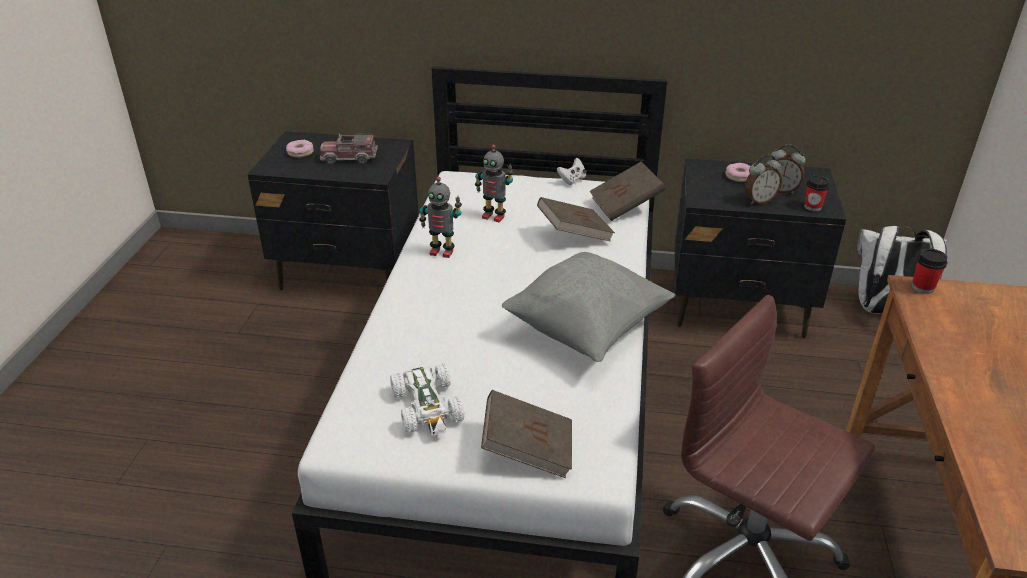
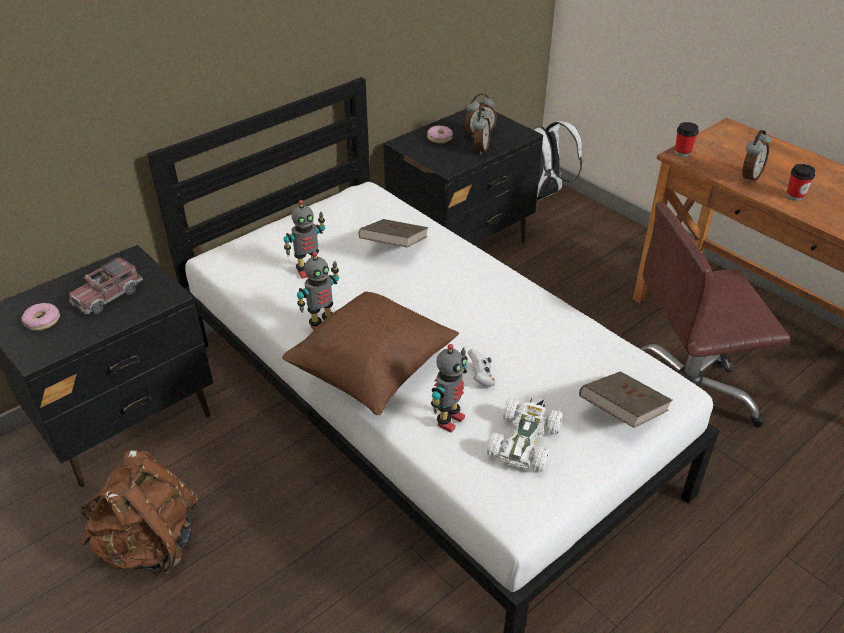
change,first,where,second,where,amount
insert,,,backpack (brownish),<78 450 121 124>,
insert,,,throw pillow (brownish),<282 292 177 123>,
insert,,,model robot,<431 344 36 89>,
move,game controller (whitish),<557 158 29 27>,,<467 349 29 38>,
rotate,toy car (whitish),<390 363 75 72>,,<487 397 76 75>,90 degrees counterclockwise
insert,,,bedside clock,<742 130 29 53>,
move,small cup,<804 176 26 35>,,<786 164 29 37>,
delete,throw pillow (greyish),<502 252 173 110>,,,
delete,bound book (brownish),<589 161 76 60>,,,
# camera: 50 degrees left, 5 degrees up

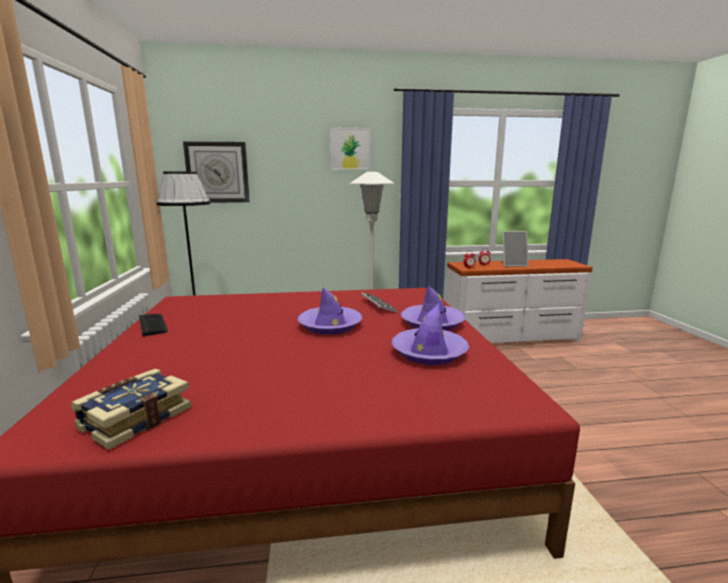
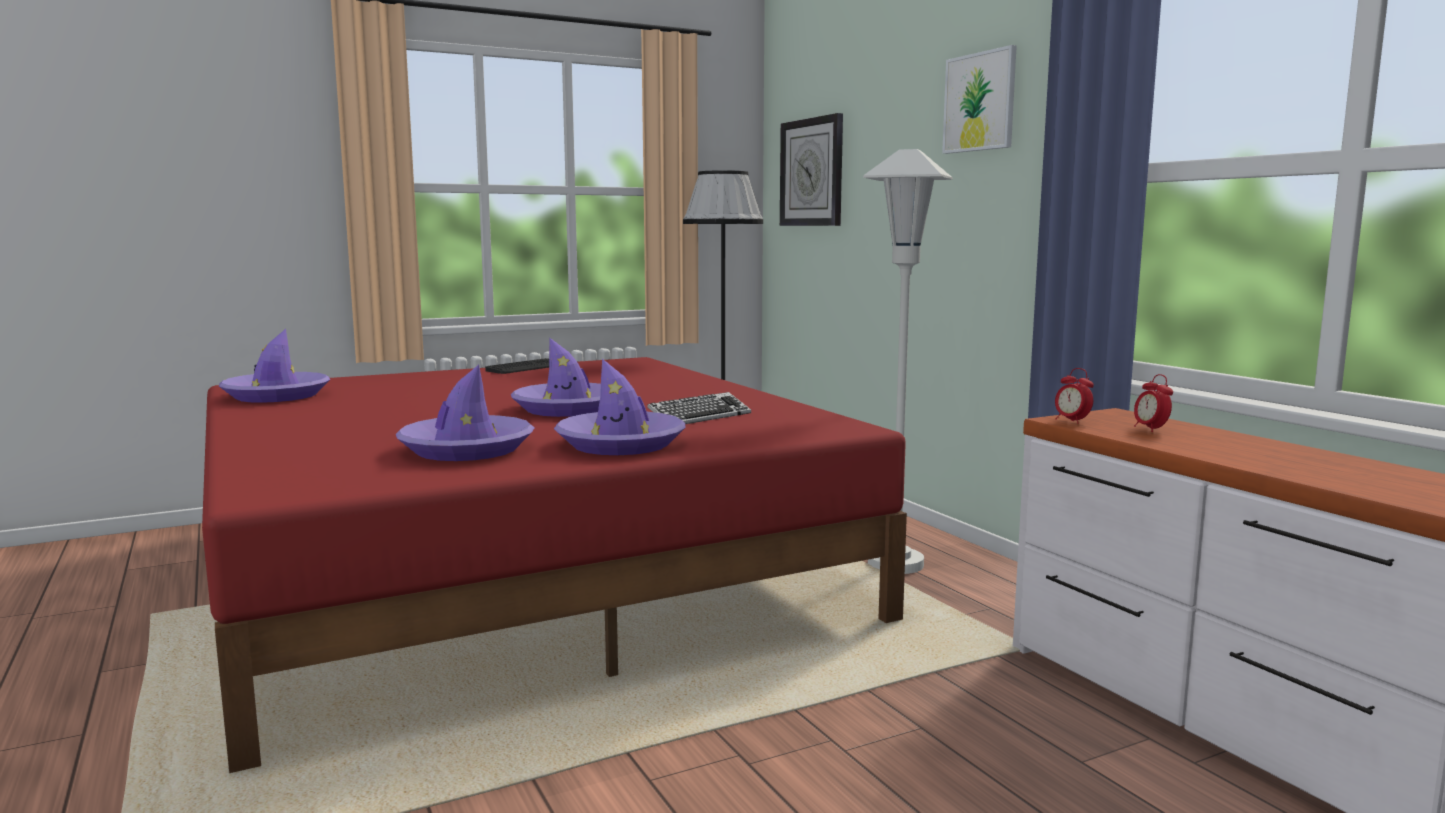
change,first,where,second,where,amount
replace,bound book,<71 369 120 81>,wearable hat (purple),<219 329 111 74>,
delete,photo frame,<503 231 25 36>,,,
# camera: 70 degrees right, 5 degrees down

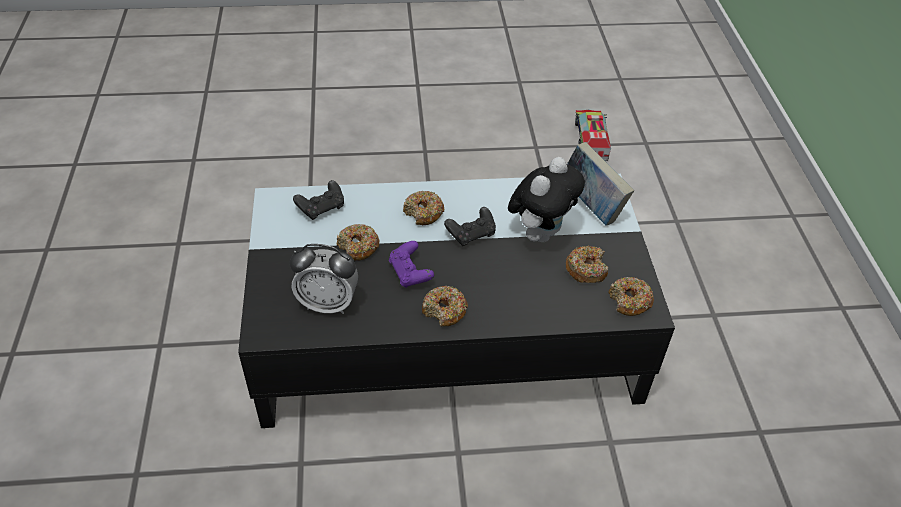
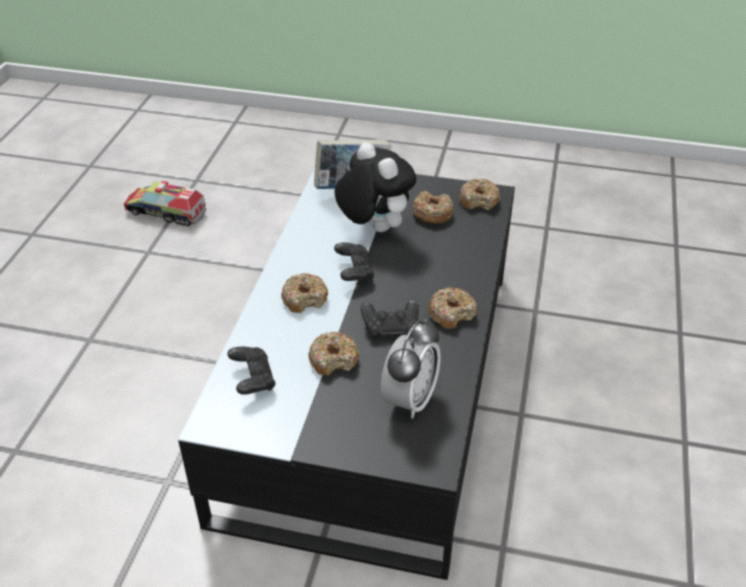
change,first,where,second,where,amount
recolor,game controller (purple),<389 241 45 47>,game controller (black),<361 300 58 36>,
# camera: 70 degrees left, 5 degrees down

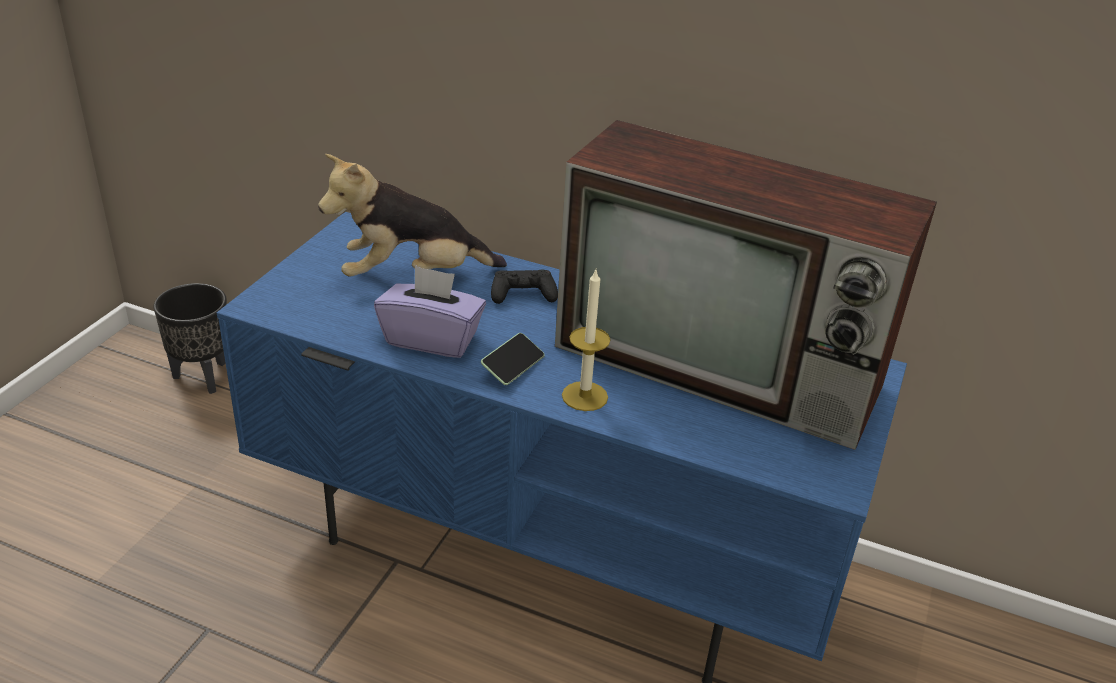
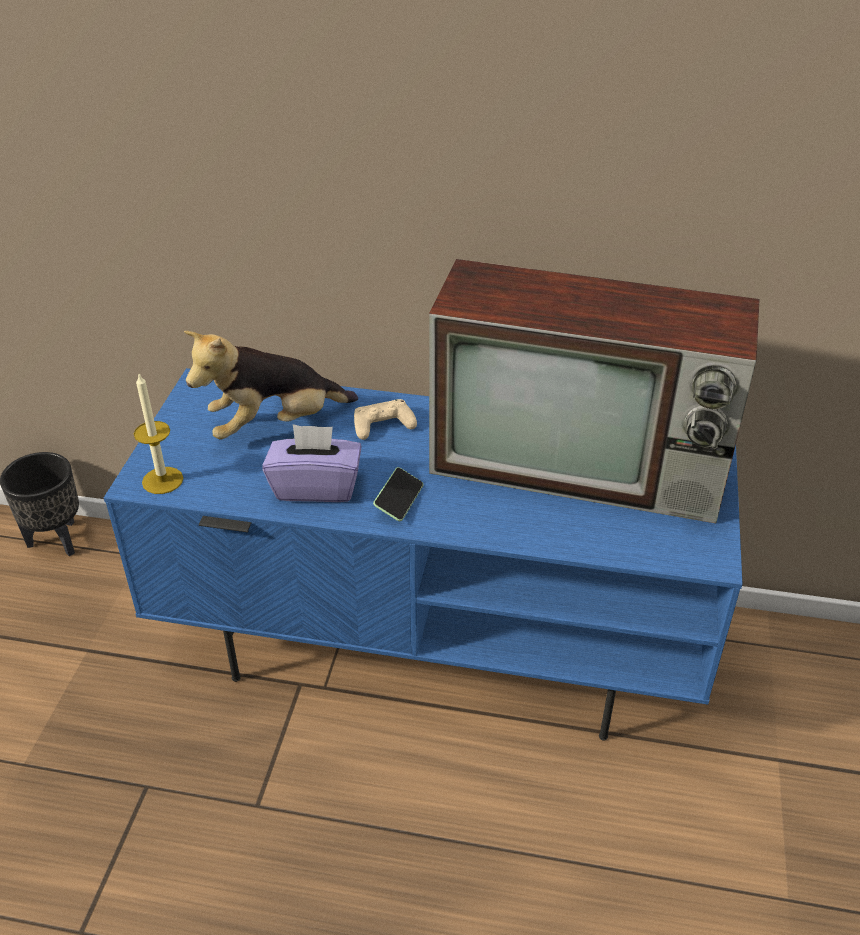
change,first,where,second,where,amount
move,wax candle,<562 270 48 141>,,<134 374 49 120>,
recolor,game controller (black),<491 270 67 34>,game controller (beige),<354 399 63 41>,
# camera: 10 degrees left, 5 degrees up

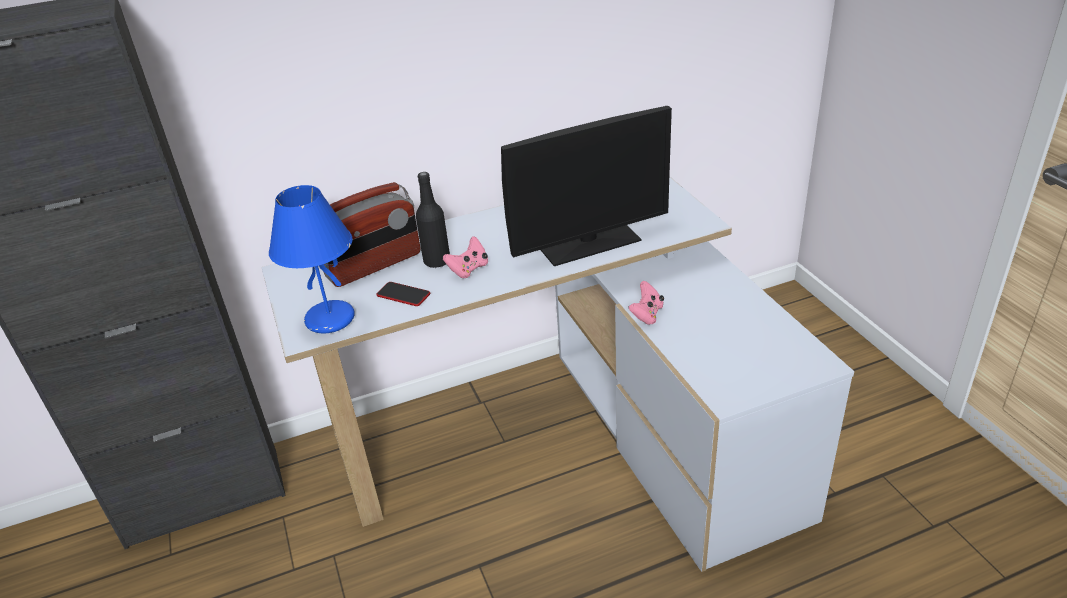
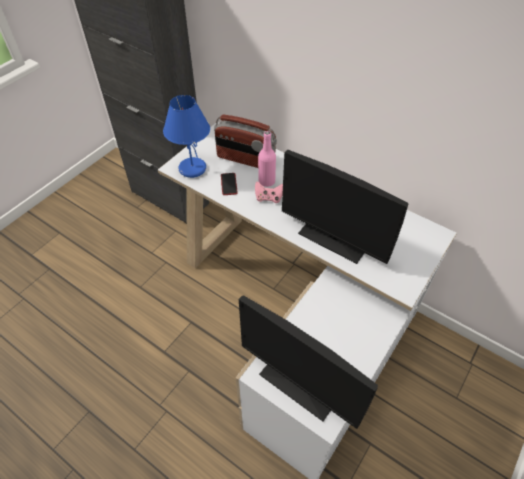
change,first,where,second,where,amount
insert,,,computer display,<239 295 139 134>,
recolor,drink bottle (black),<416 172 34 96>,drink bottle (pink-coloured),<258 131 18 56>,
delete,game controller (pink-coloured),<628 281 36 44>,,,
# camera: 55 degrees right, 15 degrees up

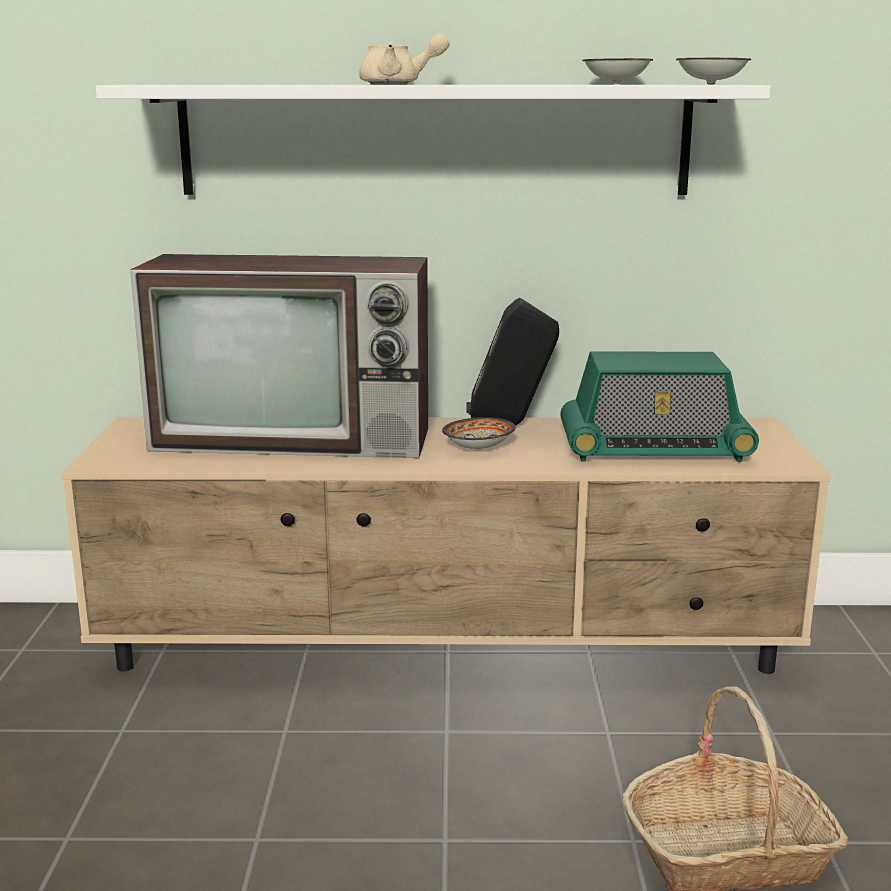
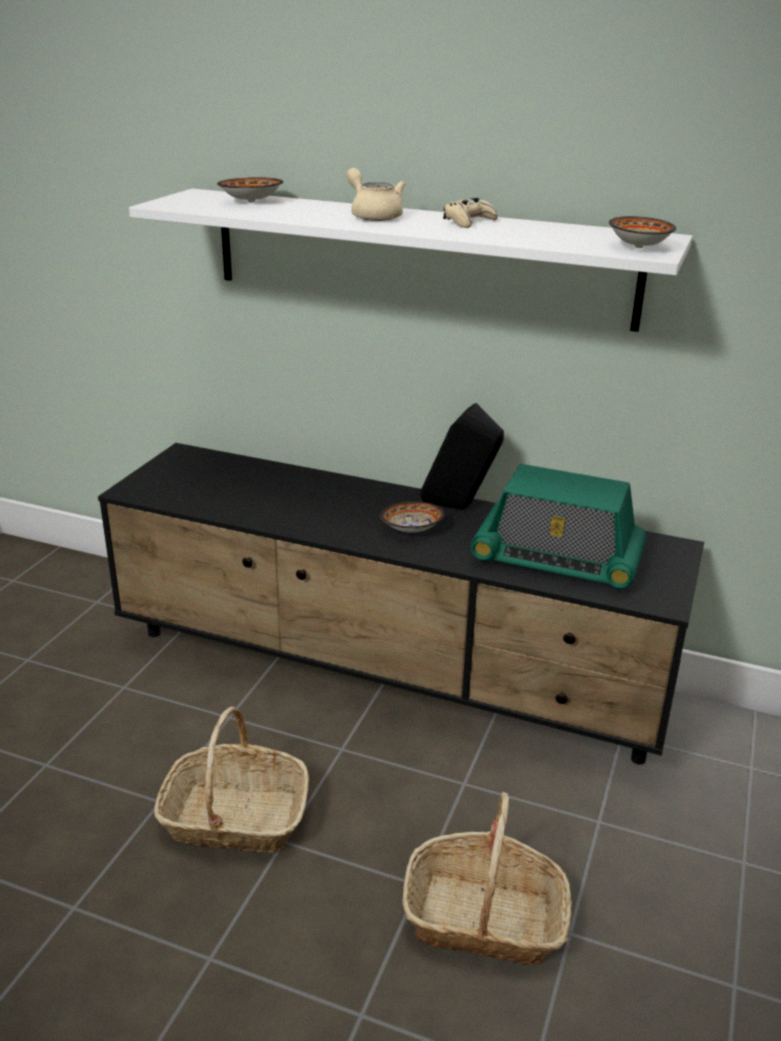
change,first,where,second,where,amount
recolor,tv stand (beige),<61 417 770 257>,tv stand (black),<98 443 606 322>,
insert,,,household basket,<154 706 155 147>,
move,bowl,<582 58 71 26>,,<217 177 66 26>,
rotate,pot for tea (beige),<359 33 90 51>,,<346 168 59 53>,150 degrees counterclockwise
insert,,,game controller (beige),<443 198 55 30>,
delete,television,<130 254 298 204>,,,
# camera: 20 degrees right, 10 degrees up

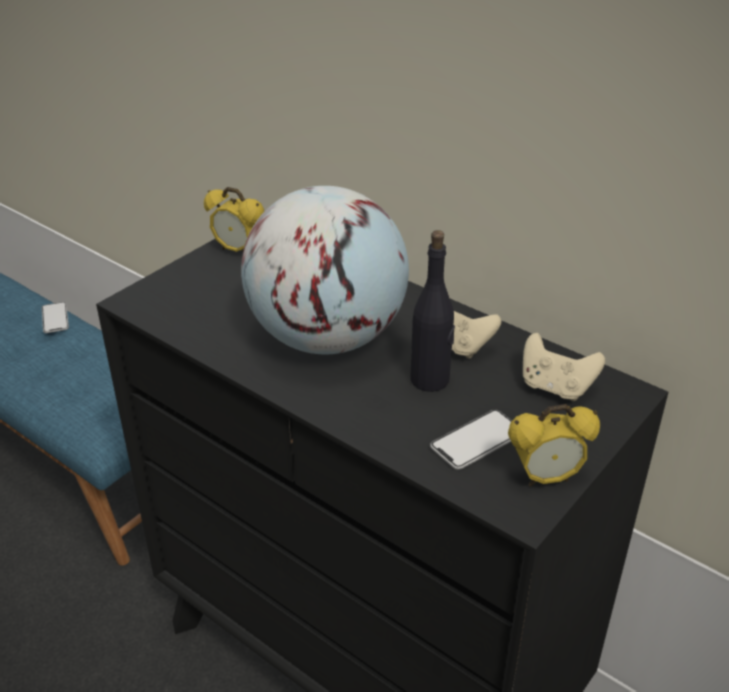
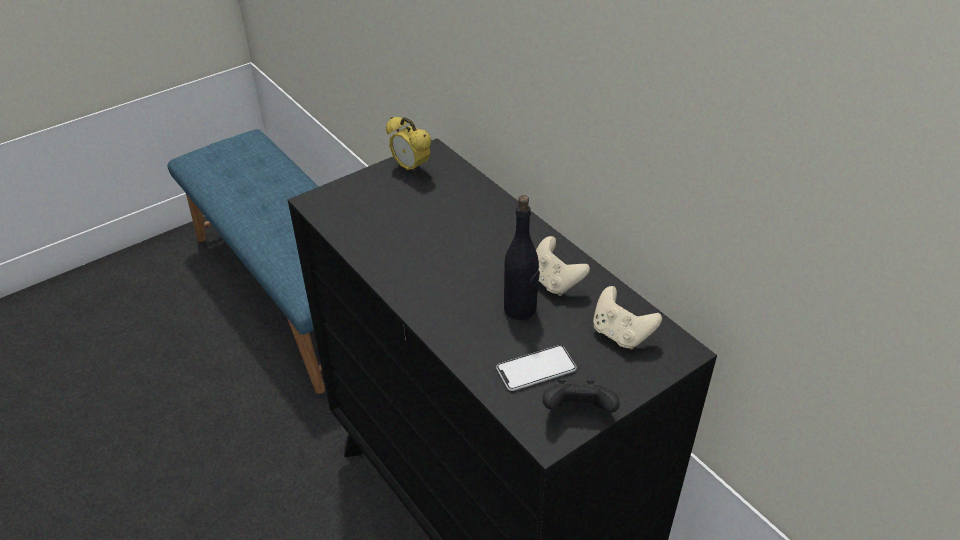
change,first,where,second,where,amount
replace,bedside clock,<508 404 92 83>,game controller (black),<543 380 77 33>,
delete,handset,<42 302 27 31>,,,
delete,desk globe,<241 186 168 169>,,,
# camera: 15 degrees right, 5 degrees up

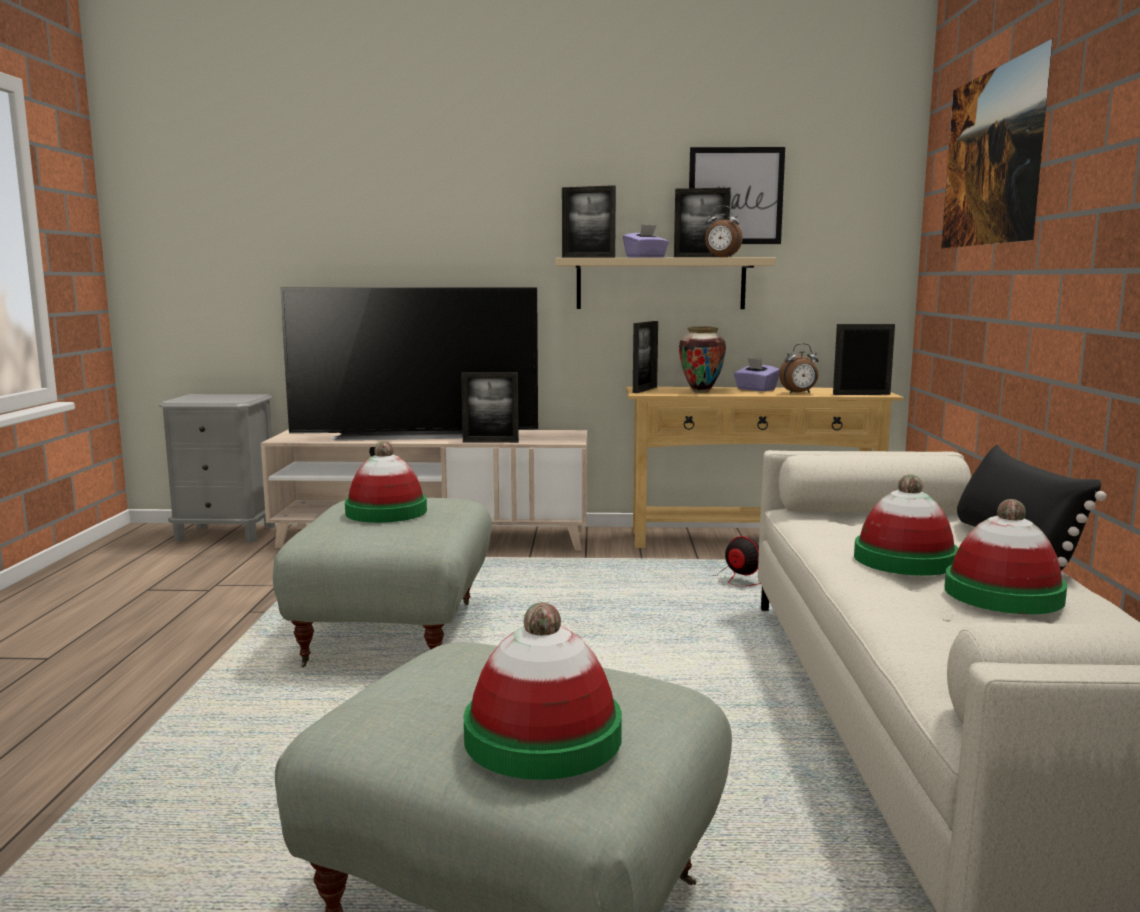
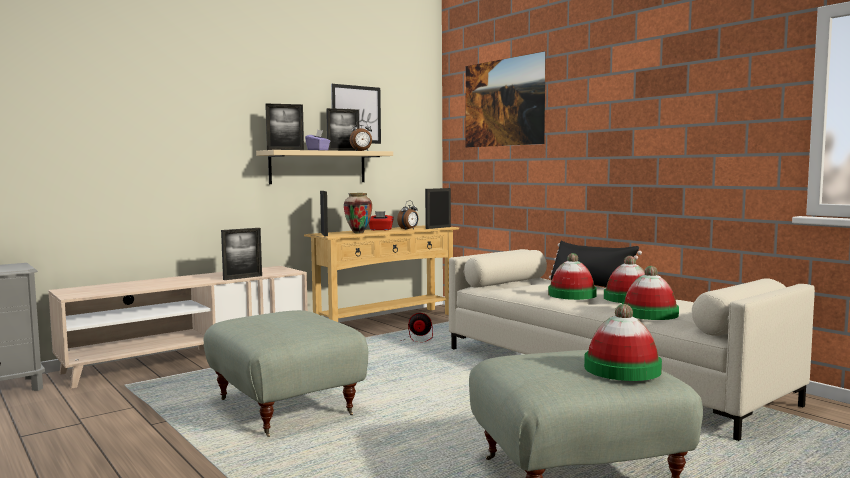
change,first,where,second,where,amount
recolor,tissue box (purple),<734 358 46 33>,tissue box (red),<369 211 25 19>,
move,wearable hat,<345 441 82 82>,,<622 266 57 54>,
delete,television,<280 287 258 154>,,,
# camera: 40 degrees left, 5 degrees down

